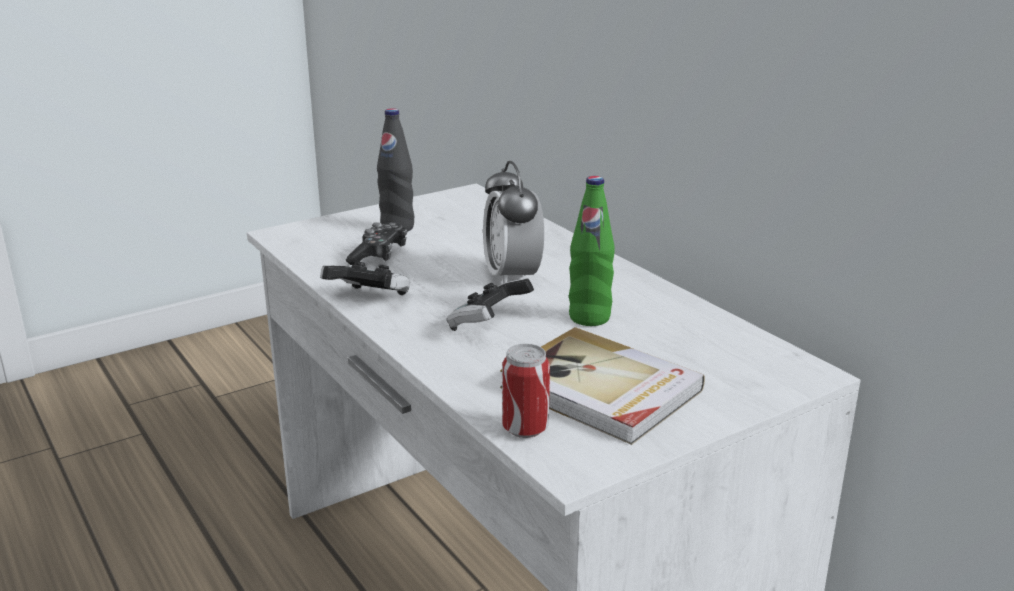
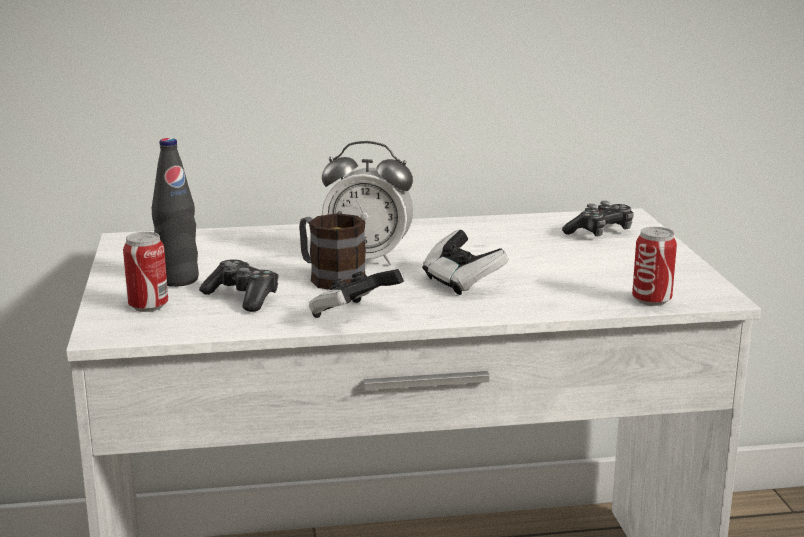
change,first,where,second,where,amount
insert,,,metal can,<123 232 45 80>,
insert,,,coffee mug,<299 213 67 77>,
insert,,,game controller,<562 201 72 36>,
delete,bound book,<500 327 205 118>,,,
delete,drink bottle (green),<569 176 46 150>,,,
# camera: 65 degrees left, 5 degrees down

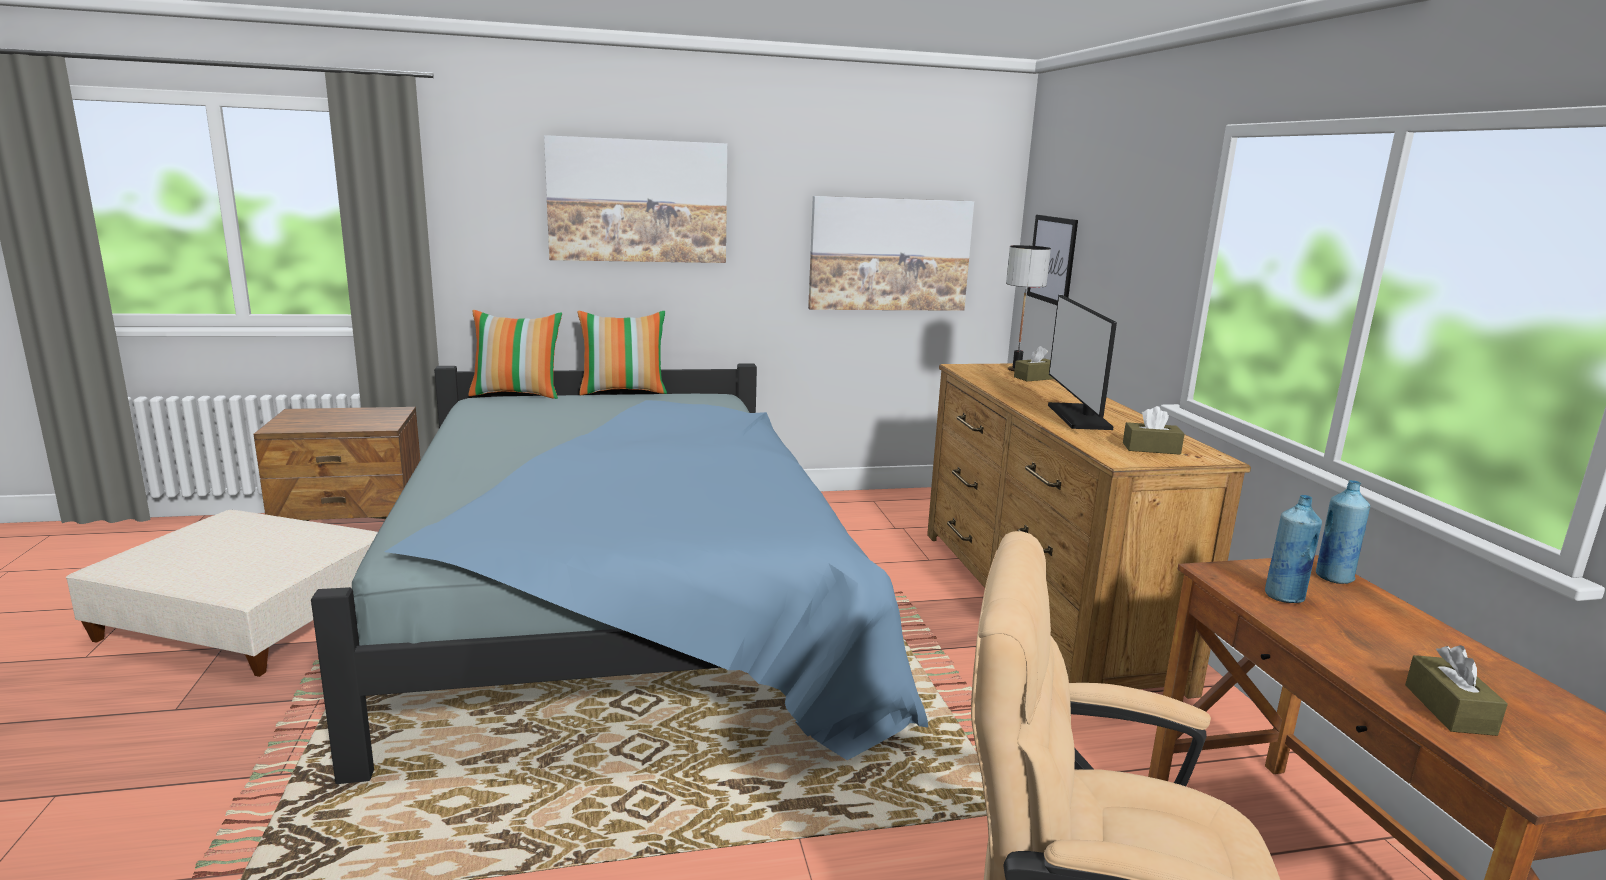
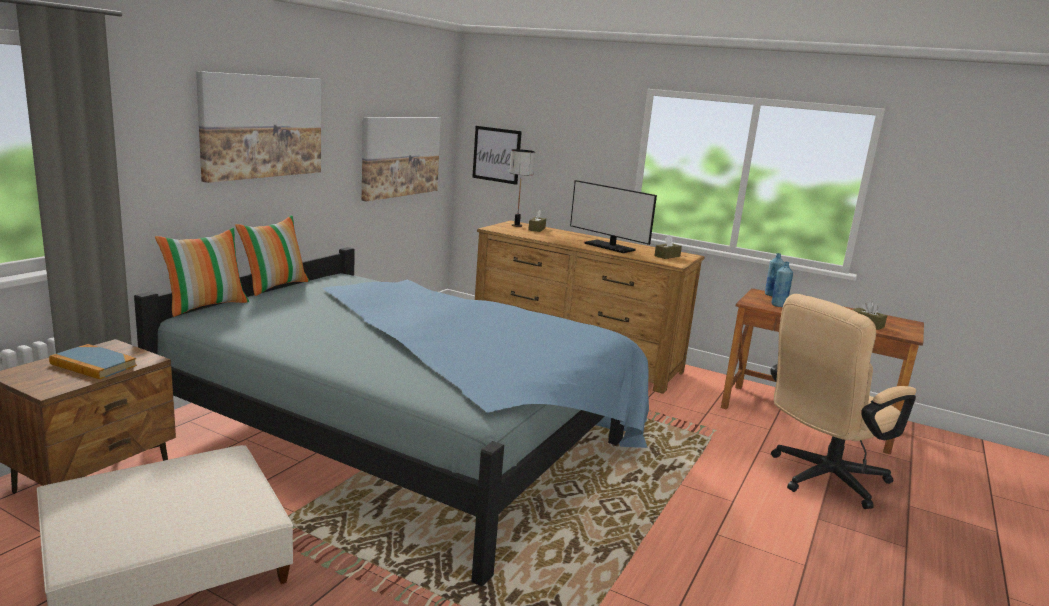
change,first,where,second,where,amount
insert,,,bound book,<49 344 88 35>,
# camera: 50 degrees left, 0 degrees up

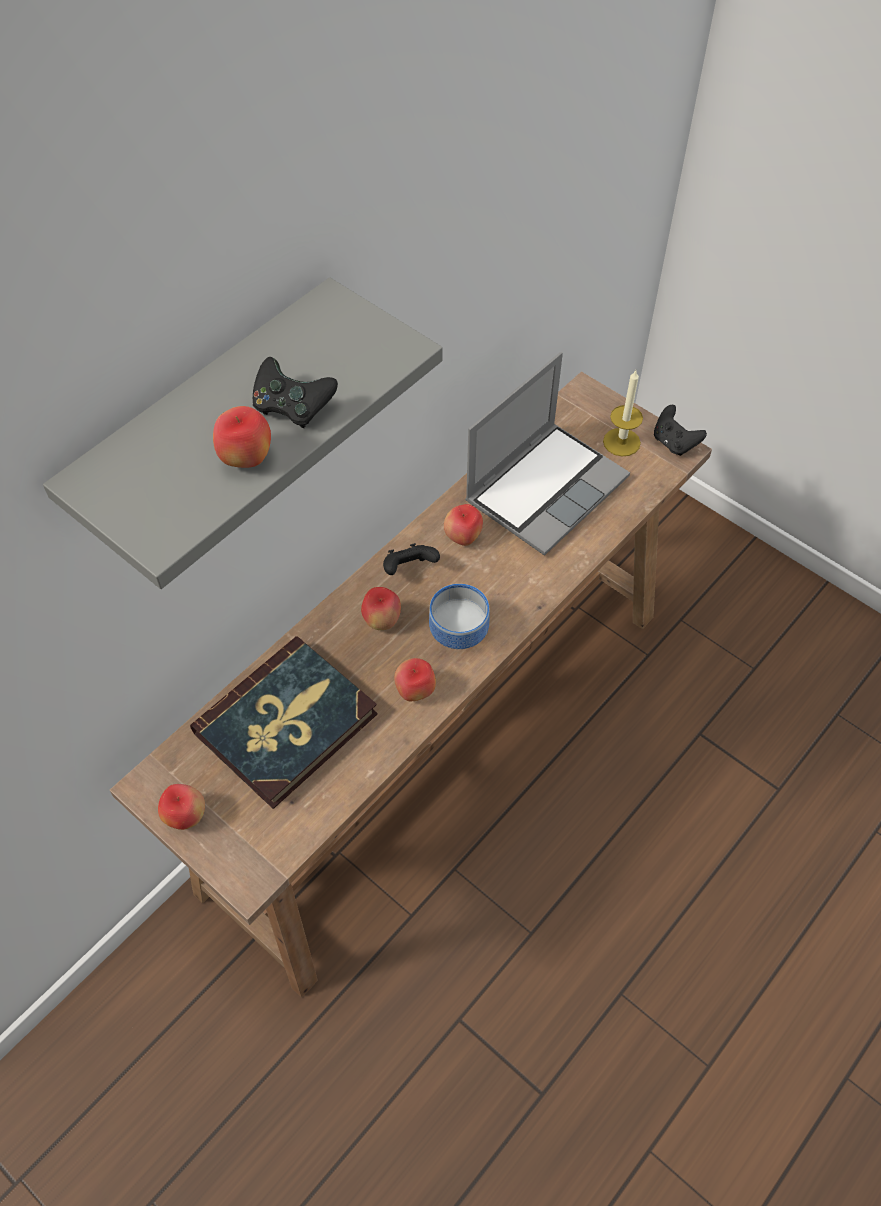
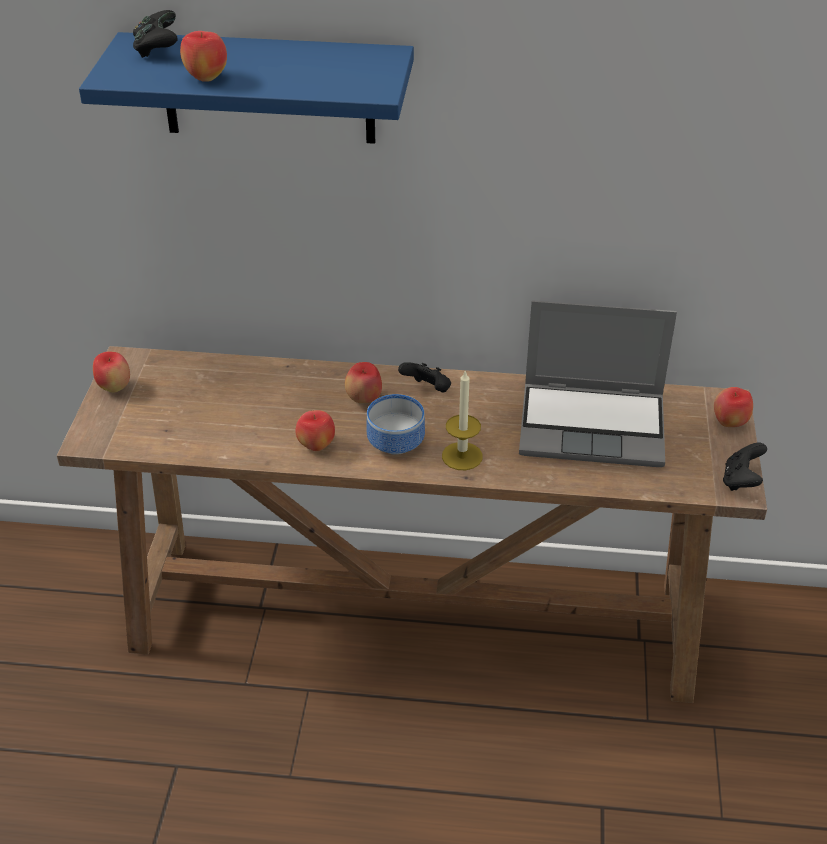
change,first,where,second,where,amount
recolor,bracket shelf (greyish),<43 277 400 312>,bracket shelf (bluish),<79 32 335 112>,
move,game controller (black),<253 357 85 71>,,<133 10 45 48>,
move,wax candle,<603 370 40 86>,,<442 370 41 100>,
move,apple fruit,<444 504 39 42>,,<714 387 39 40>,
delete,bound book,<190 636 187 173>,,,
# camera: 55 degrees right, 15 degrees down

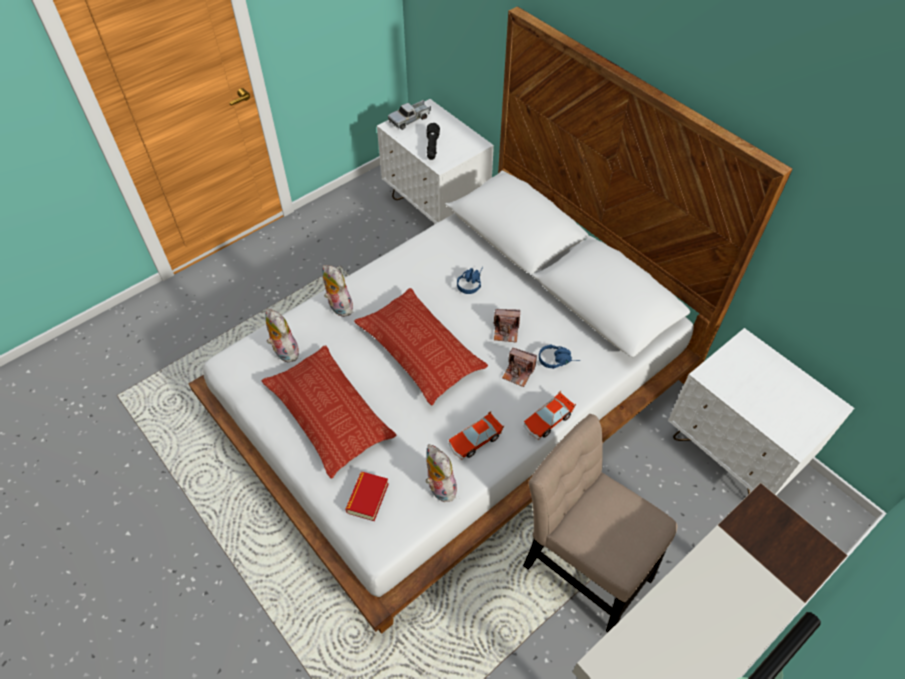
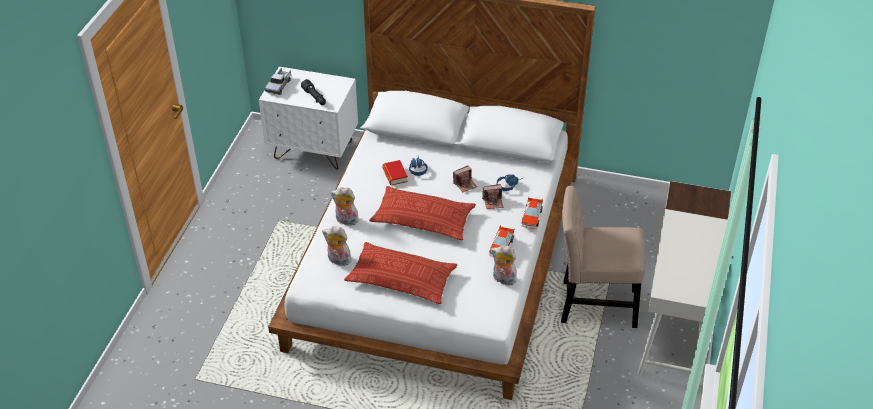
change,first,where,second,where,amount
move,bound book,<345 472 44 49>,,<382 160 26 25>,
delete,night table (whitish),<668 328 187 167>,,,
# camera: 35 degrees left, 10 degrees down

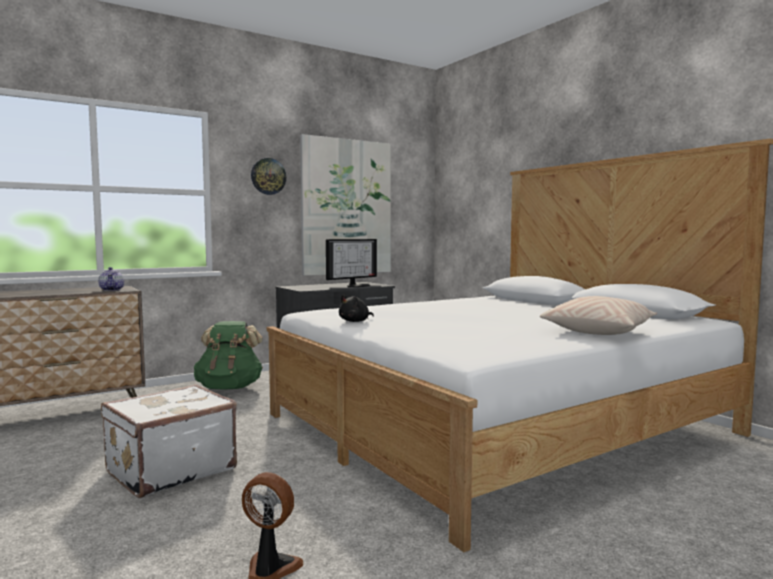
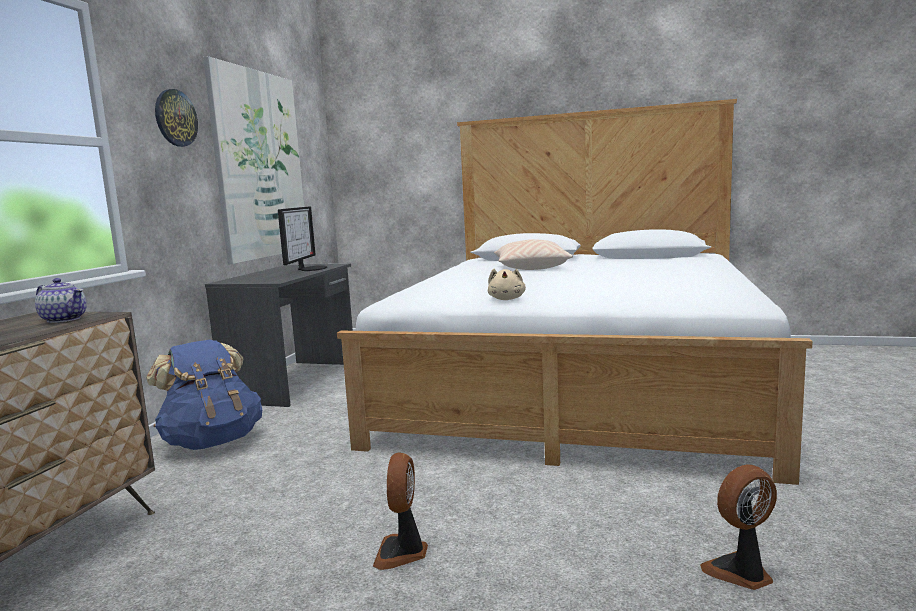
change,first,where,second,where,amount
recolor,backpack (green),<194 321 69 69>,backpack (bluish),<146 339 116 111>,
replace,suitcase (whitish),<101 384 136 114>,fan,<373 453 55 117>,
recolor,soft toy (black),<339 295 35 27>,soft toy (beige),<488 269 38 31>,
move,throw pillow (beige),<540 296 117 39>,,<494 239 79 31>,
# camera: 40 degrees left, 5 degrees up

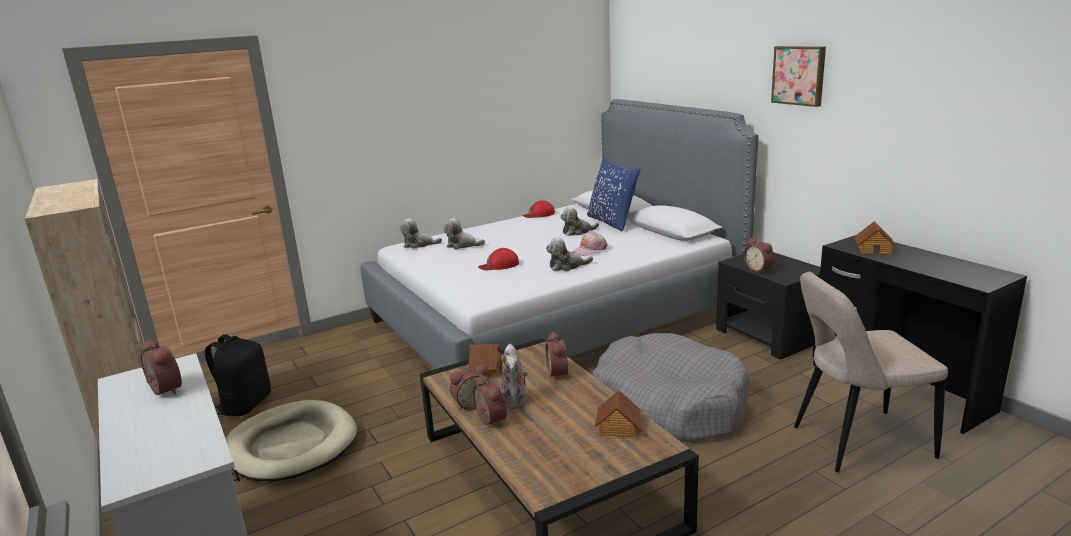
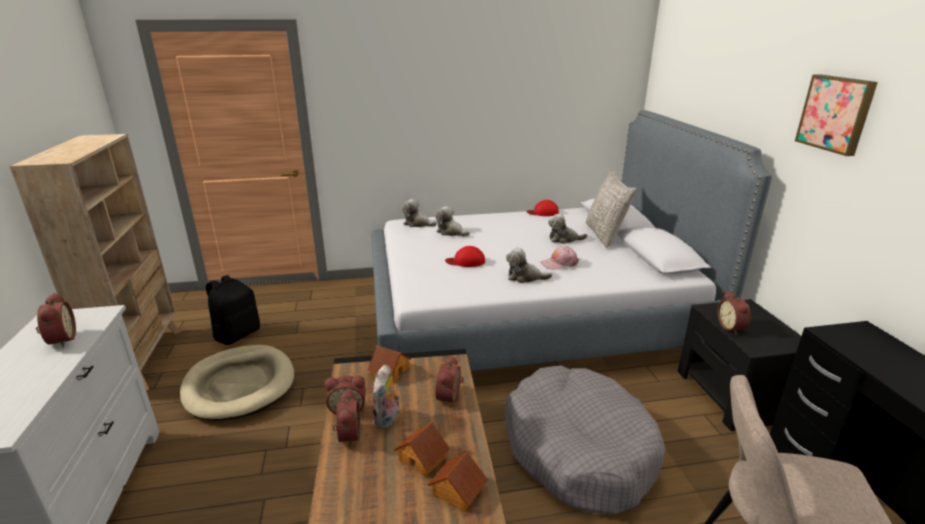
change,first,where,second,where,amount
move,toy house,<854 221 42 34>,,<394 422 56 55>,
recolor,throw pillow (bluish),<587 157 54 74>,throw pillow (greyish),<586 169 51 79>,
# camera: 20 degrees right, 5 degrees up

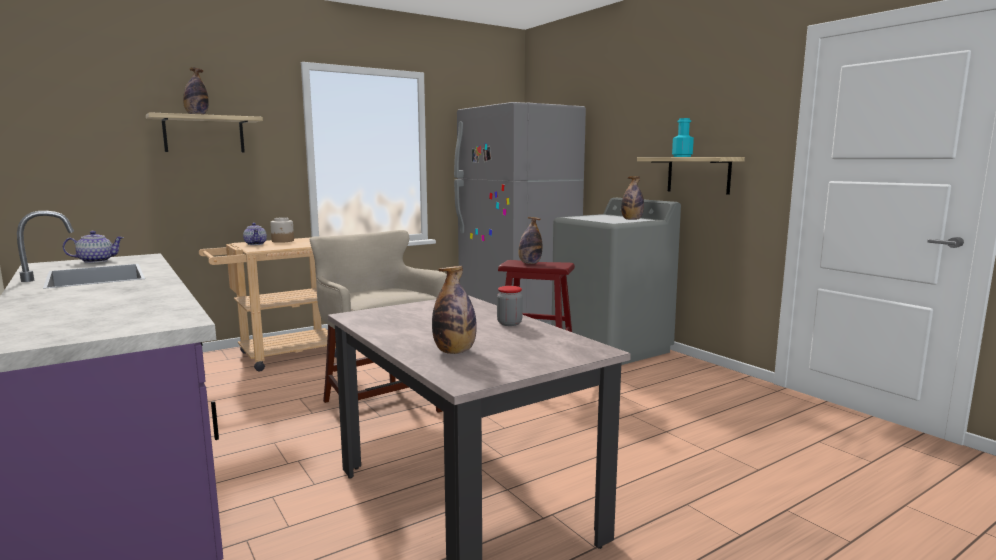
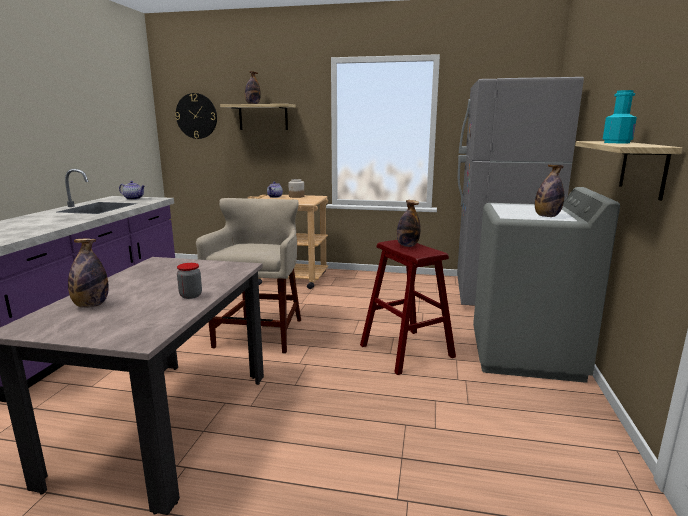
change,first,where,second,where,amount
insert,,,wall clock,<175 93 42 46>,
# camera: 45 degrees right, 5 degrees up

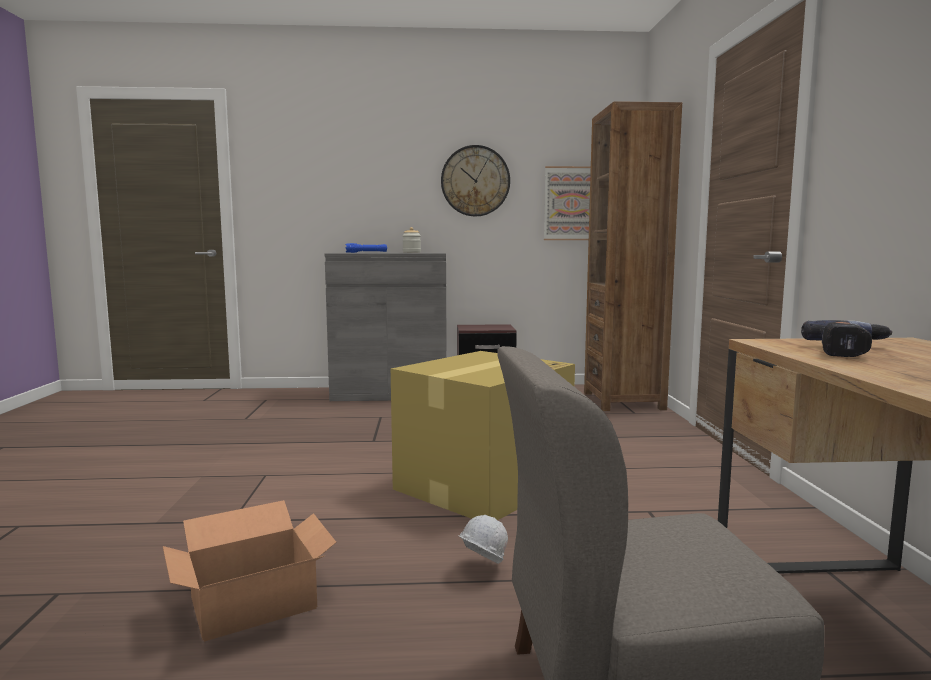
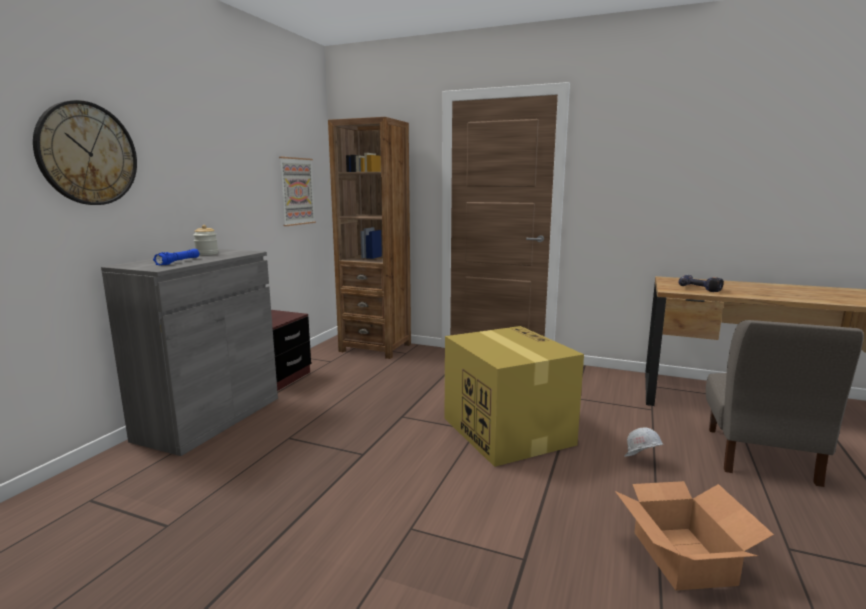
change,first,where,second,where,amount
move,wall clock,<441 145 69 72>,,<33 100 104 105>,
# camera: 65 degrees left, 5 degrees up

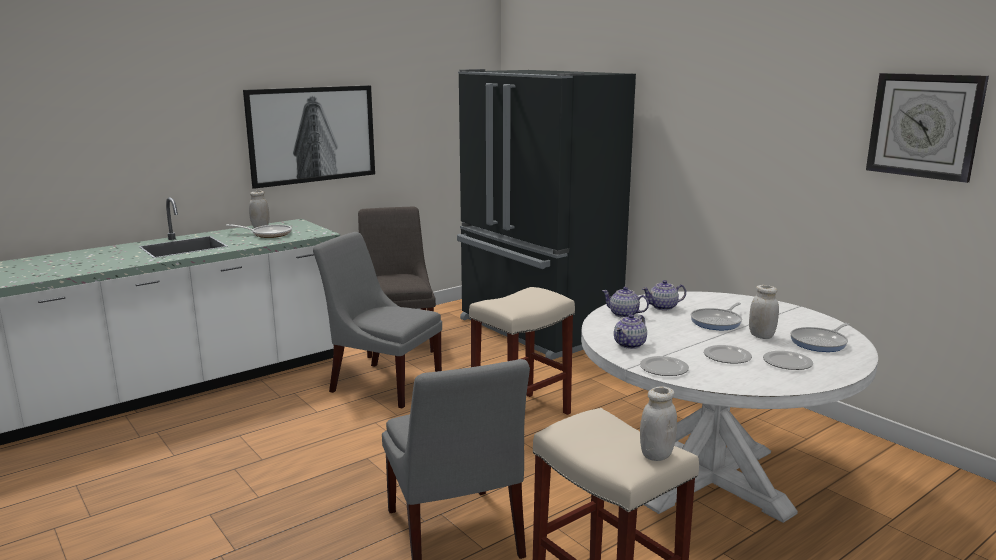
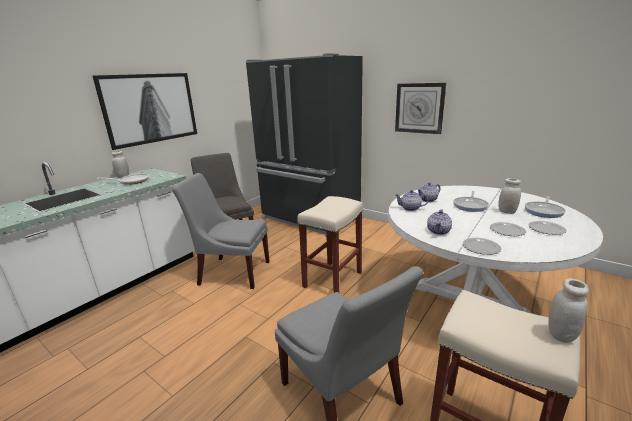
change,first,where,second,where,amount
move,wall clock,<866 73 123 110>,,<395 83 51 51>,
# camera: 15 degrees left, 5 degrees up

